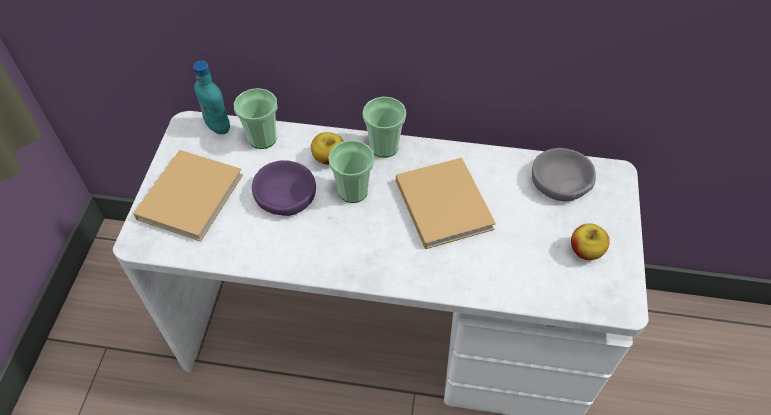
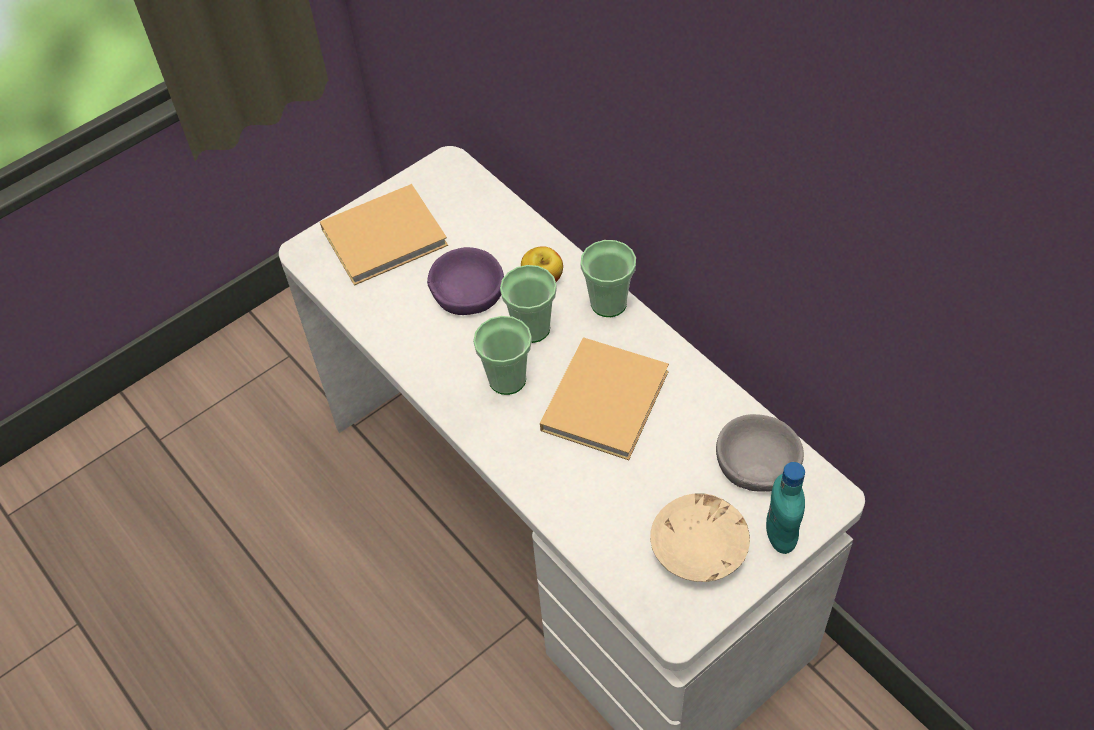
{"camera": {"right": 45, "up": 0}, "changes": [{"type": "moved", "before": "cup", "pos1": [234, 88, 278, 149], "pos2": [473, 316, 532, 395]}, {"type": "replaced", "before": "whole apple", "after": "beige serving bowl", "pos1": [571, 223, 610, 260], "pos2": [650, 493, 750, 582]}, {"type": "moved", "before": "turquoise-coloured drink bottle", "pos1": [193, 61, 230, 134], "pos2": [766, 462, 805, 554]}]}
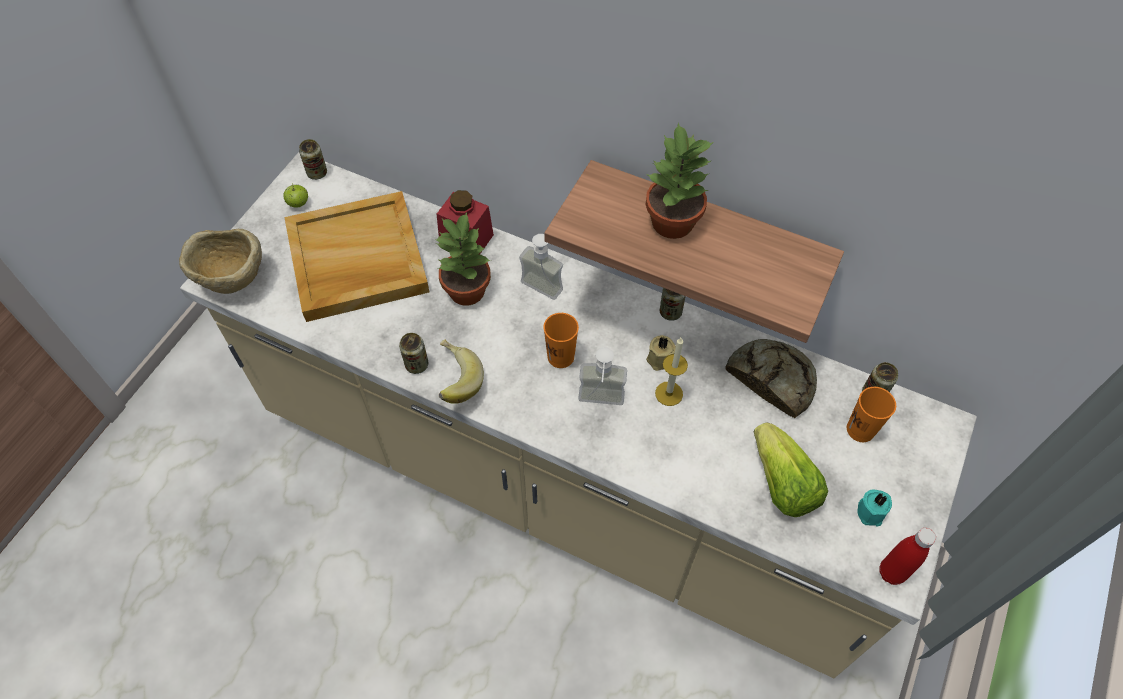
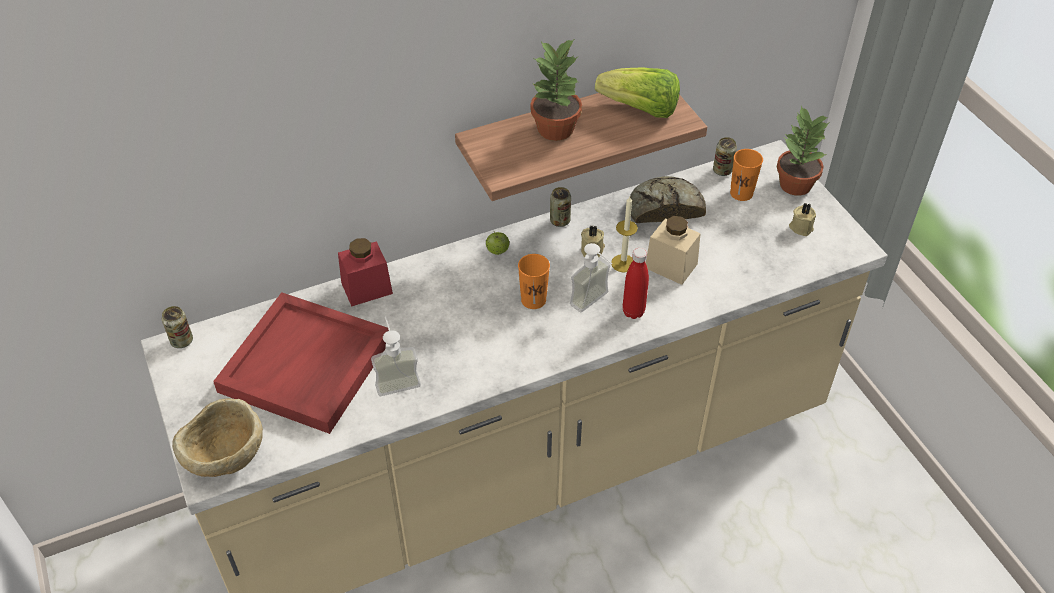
{"camera": {"right": -50, "up": -10}, "changes": [{"type": "recoloured", "before": "beige tray", "after": "red-coloured tray", "pos1": [284, 191, 429, 322], "pos2": [213, 292, 389, 434]}, {"type": "moved", "before": "soap bottle", "pos1": [519, 234, 563, 300], "pos2": [371, 316, 421, 396]}, {"type": "moved", "before": "whole apple", "pos1": [283, 184, 308, 208], "pos2": [486, 232, 509, 255]}, {"type": "moved", "before": "lettuce", "pos1": [754, 422, 828, 517], "pos2": [595, 67, 680, 118]}, {"type": "moved", "before": "red-coloured drink bottle", "pos1": [879, 528, 936, 585], "pos2": [623, 248, 649, 319]}, {"type": "added", "after": "beige preserve jar", "pos2": [646, 216, 701, 285]}, {"type": "moved", "before": "plant in a pot", "pos1": [434, 212, 491, 306], "pos2": [777, 106, 830, 196]}, {"type": "recoloured", "before": "turquoise-coloured wax light", "after": "beige wax light", "pos1": [857, 490, 892, 526], "pos2": [789, 203, 816, 236]}, {"type": "removed", "before": "metal can", "pos1": [399, 333, 428, 374]}, {"type": "removed", "before": "whole banana", "pos1": [439, 339, 484, 404]}]}
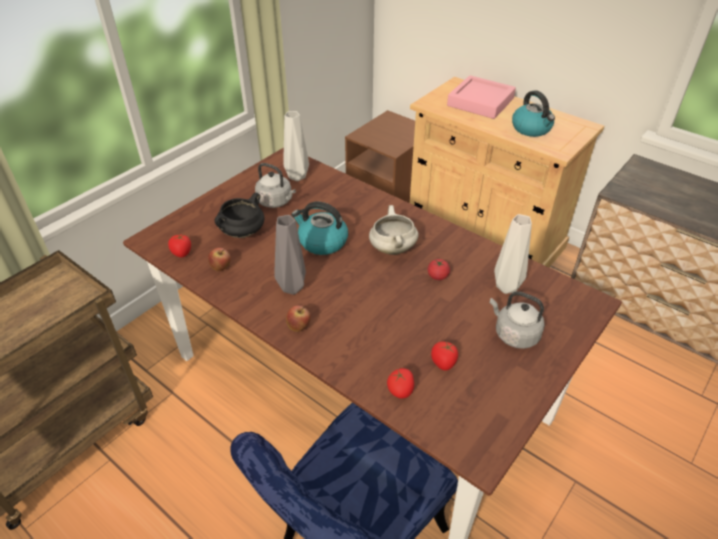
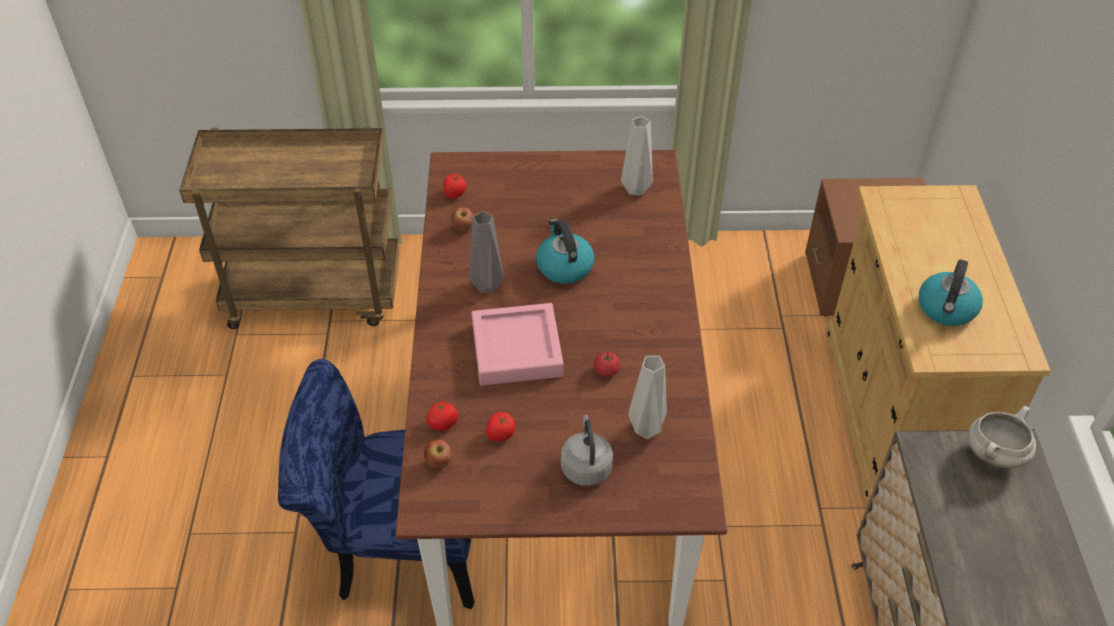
{"camera": {"right": 50, "up": 5}, "changes": [{"type": "moved", "before": "whole apple", "pos1": [286, 305, 311, 332], "pos2": [424, 440, 452, 468]}, {"type": "moved", "before": "pinkish tray", "pos1": [447, 75, 516, 119], "pos2": [472, 303, 564, 386]}, {"type": "moved", "before": "whitish cooking pot", "pos1": [369, 205, 418, 255], "pos2": [967, 406, 1036, 468]}, {"type": "removed", "before": "blackish cooking pot", "pos1": [215, 193, 265, 238]}, {"type": "removed", "before": "greyish tea kettle", "pos1": [255, 163, 296, 208]}]}
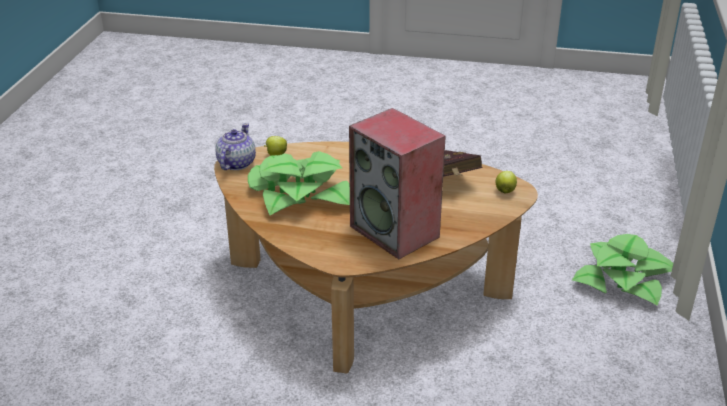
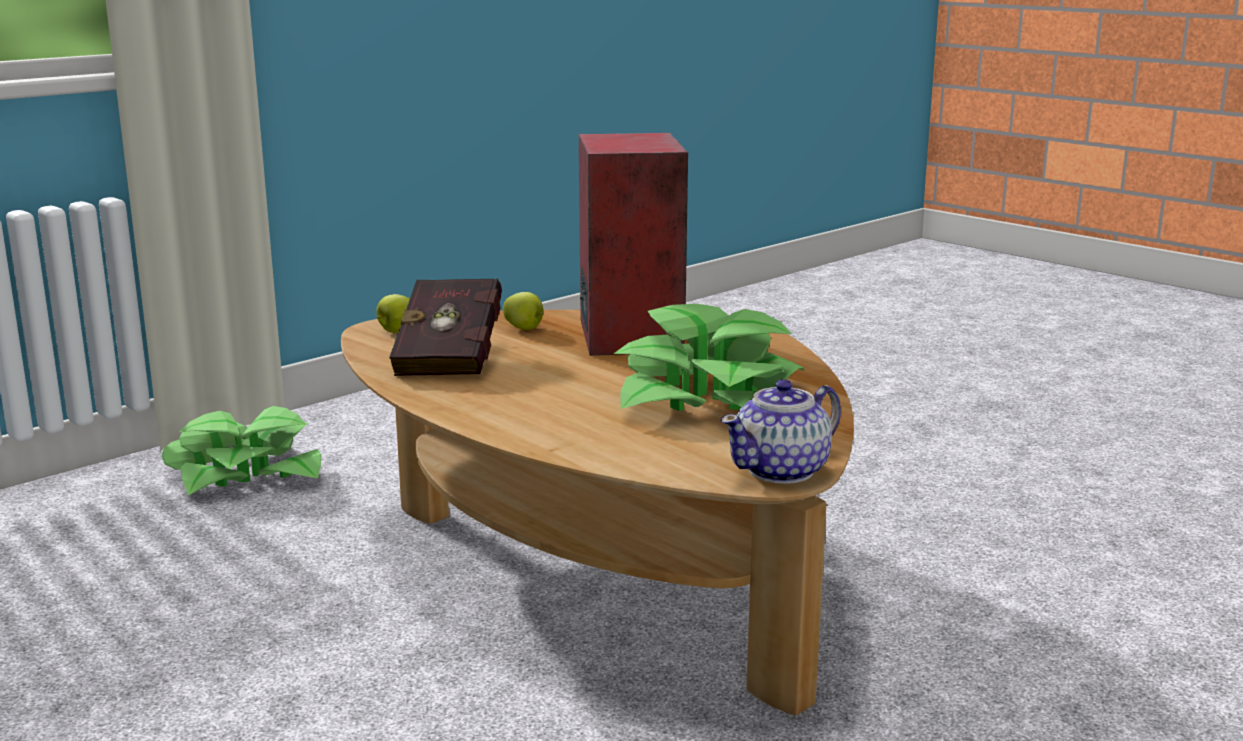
{"camera": {"right": -145, "up": -15}, "changes": [{"type": "moved", "before": "whole apple", "pos1": [264, 136, 287, 156], "pos2": [503, 292, 543, 330]}]}
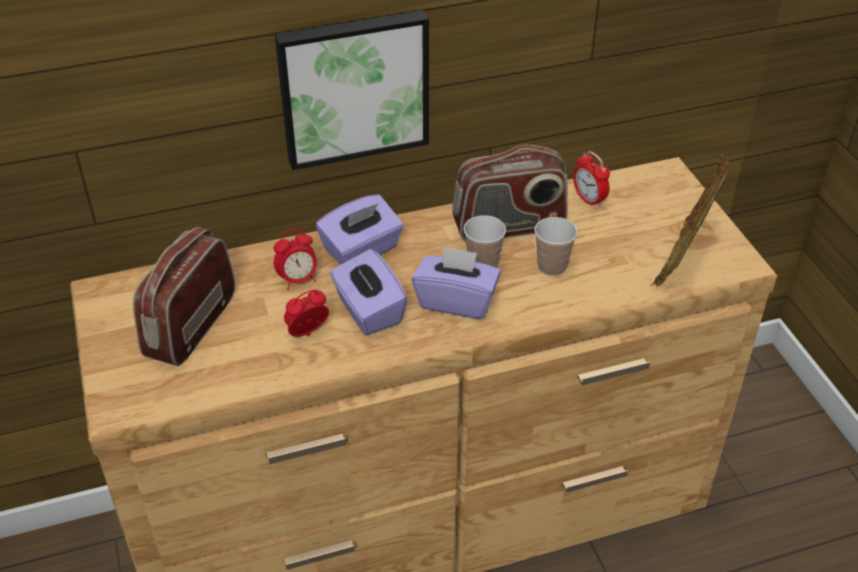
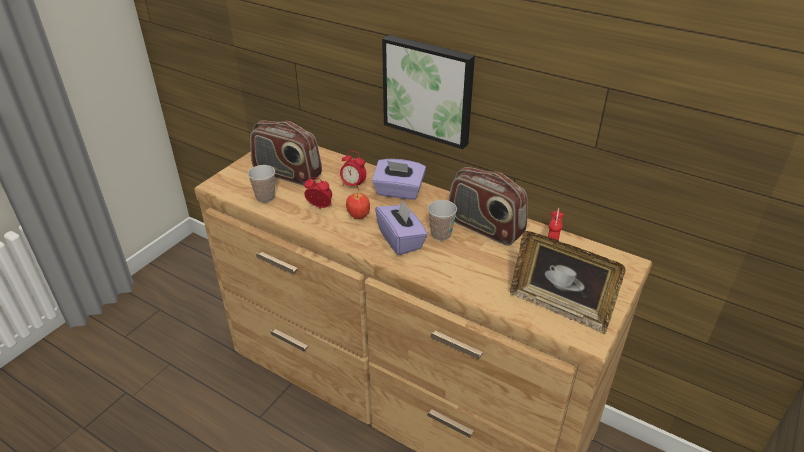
{"camera": {"right": 50, "up": -5}, "changes": [{"type": "moved", "before": "cup", "pos1": [535, 217, 577, 276], "pos2": [248, 165, 275, 203]}, {"type": "turned", "before": "radio", "pos1": [133, 227, 235, 366], "pos2": [250, 120, 322, 186], "turn": -135}, {"type": "replaced", "before": "purple tissue box", "after": "whole apple", "pos1": [330, 249, 408, 335], "pos2": [346, 193, 370, 219]}, {"type": "turned", "before": "standing frame", "pos1": [650, 150, 729, 286], "pos2": [510, 231, 625, 334], "turn": -135}]}
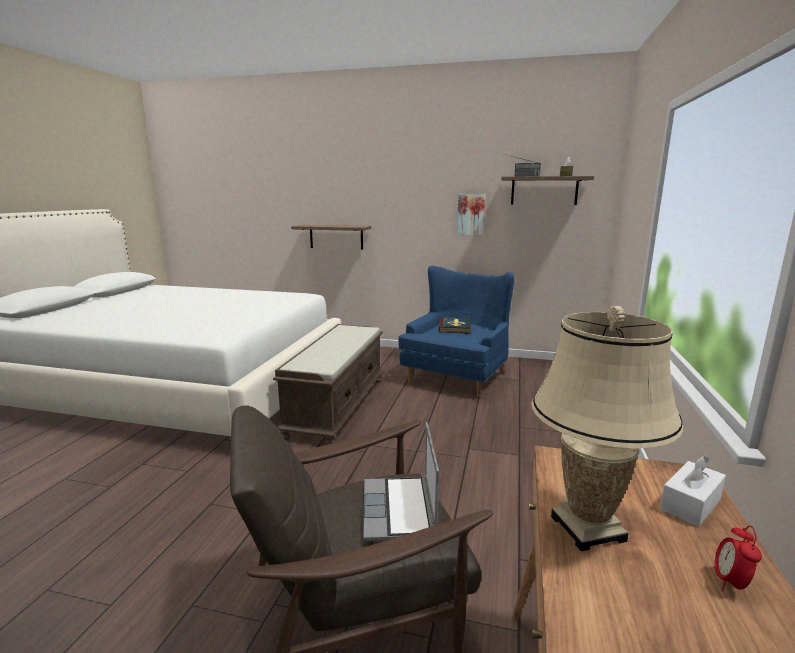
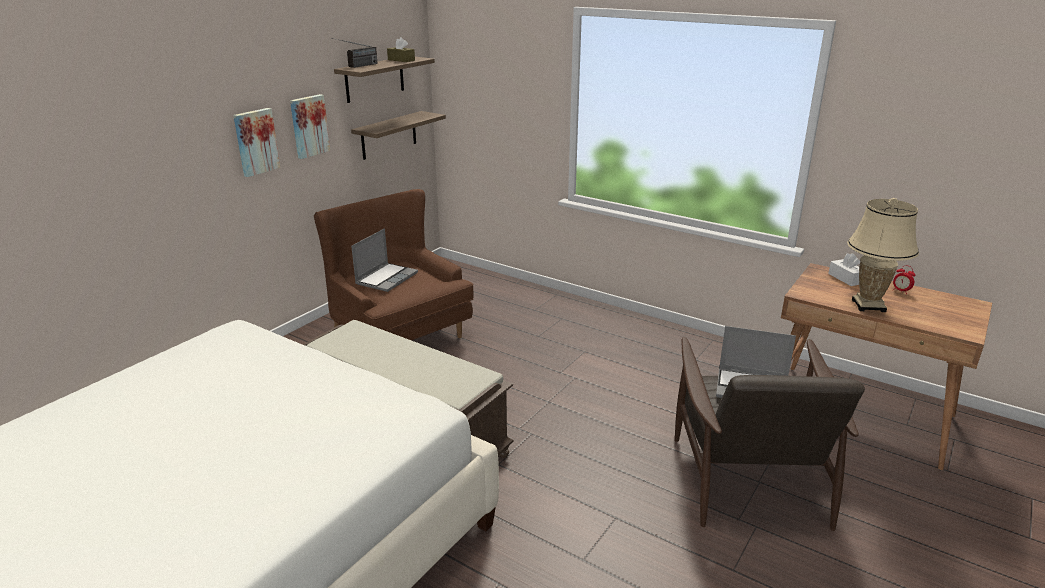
{"camera": {"right": -70, "up": 10}, "changes": [{"type": "added", "after": "wall art", "pos2": [233, 108, 280, 177]}, {"type": "recoloured", "before": "blue-coloured easy chair", "after": "brown-coloured easy chair", "pos1": [399, 266, 514, 397], "pos2": [314, 189, 473, 340]}, {"type": "moved", "before": "wall shelf", "pos1": [291, 225, 371, 250], "pos2": [351, 111, 446, 160]}, {"type": "replaced", "before": "book", "after": "portable computer", "pos1": [439, 317, 471, 334], "pos2": [351, 228, 418, 292]}]}
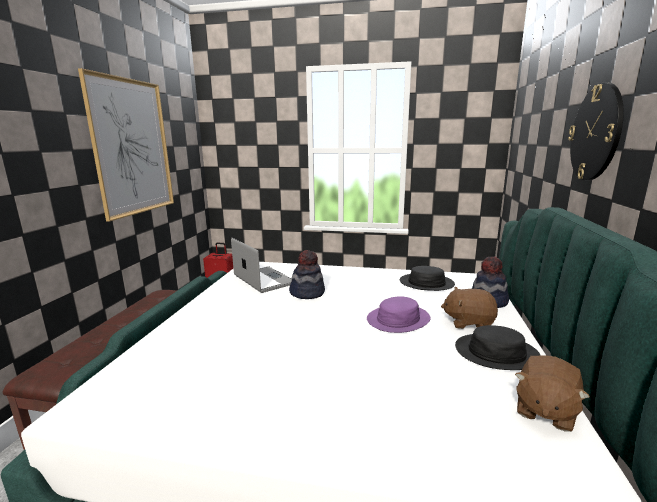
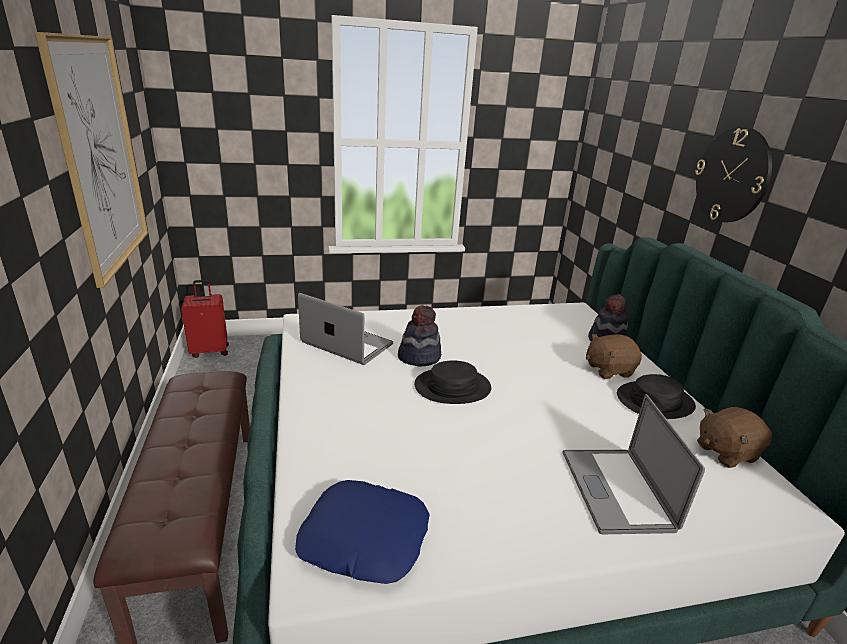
{"camera": {"right": -25, "up": 10}, "changes": [{"type": "added", "after": "blue-coloured throw pillow", "pos2": [295, 480, 430, 584]}, {"type": "moved", "before": "blackish hat", "pos1": [400, 266, 455, 291], "pos2": [414, 361, 491, 404]}, {"type": "added", "after": "portable computer", "pos2": [562, 394, 705, 534]}, {"type": "turned", "before": "brown-coloured plush toy", "pos1": [515, 355, 590, 432], "pos2": [697, 407, 772, 468], "turn": 60}, {"type": "removed", "before": "purple hat", "pos1": [367, 296, 431, 333]}]}
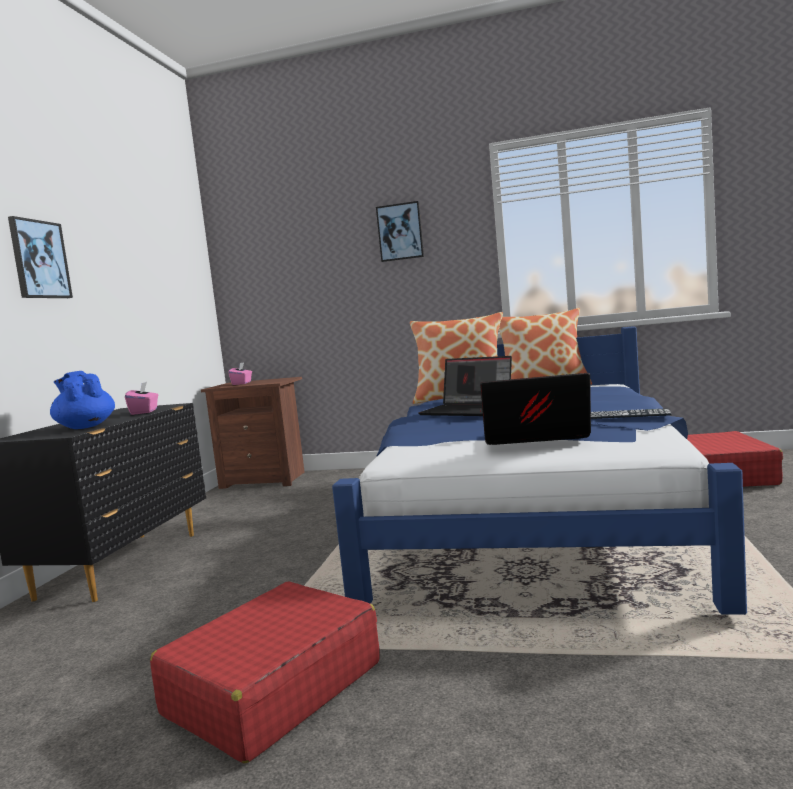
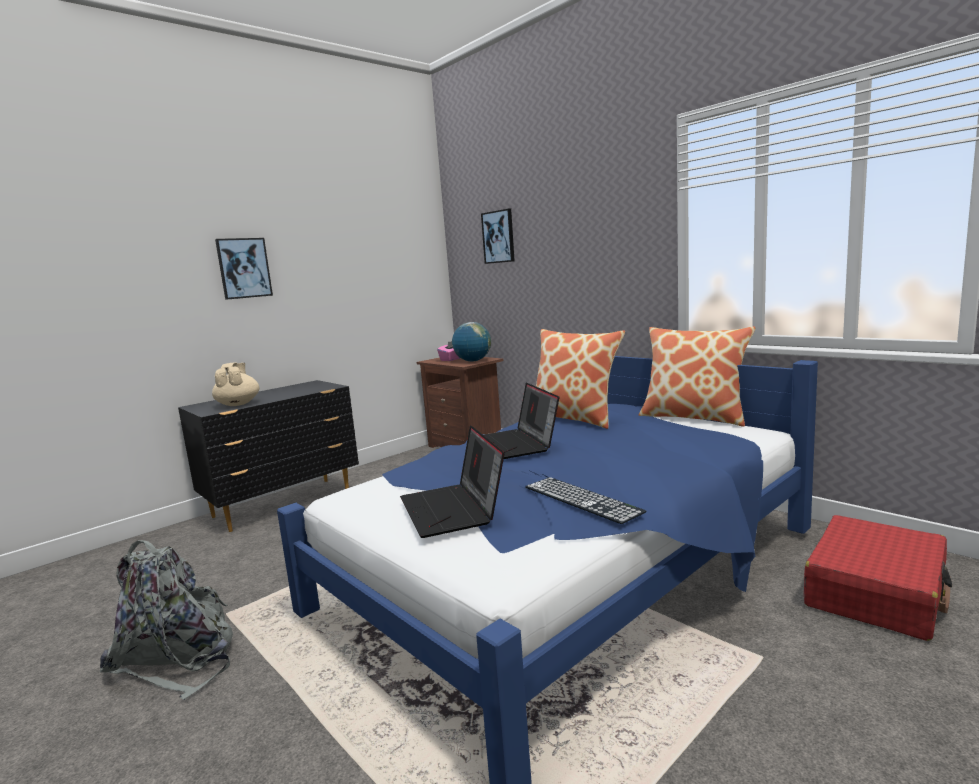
{"camera": {"right": 35, "up": 5}, "changes": [{"type": "replaced", "before": "red-coloured suitcase", "after": "greyish backpack", "pos1": [150, 582, 379, 763], "pos2": [100, 540, 233, 700]}, {"type": "recoloured", "before": "blue-coloured tea pot", "after": "beige tea pot", "pos1": [50, 371, 115, 429], "pos2": [212, 362, 259, 406]}, {"type": "turned", "before": "portable computer", "pos1": [480, 373, 591, 445], "pos2": [400, 425, 505, 538], "turn": -150}, {"type": "added", "after": "desk globe", "pos2": [452, 322, 491, 362]}, {"type": "moved", "before": "wall art", "pos1": [376, 201, 424, 262], "pos2": [481, 209, 515, 264]}, {"type": "removed", "before": "pinkish tissue box", "pos1": [125, 382, 158, 415]}]}
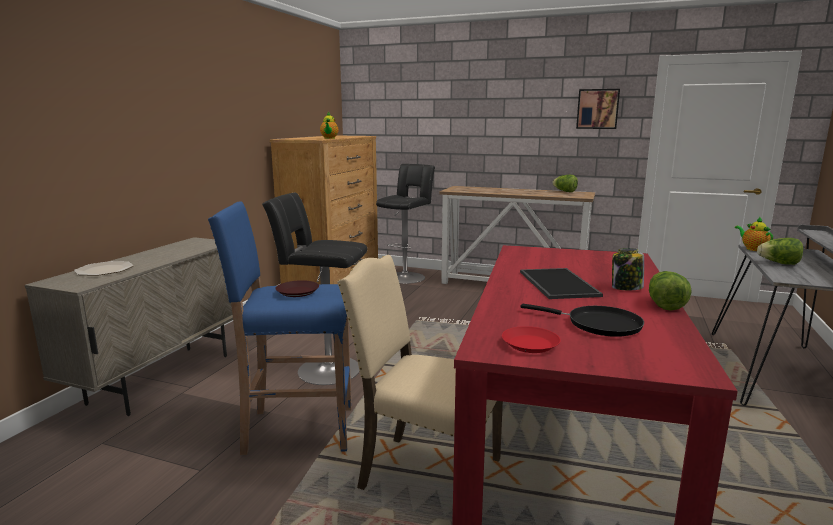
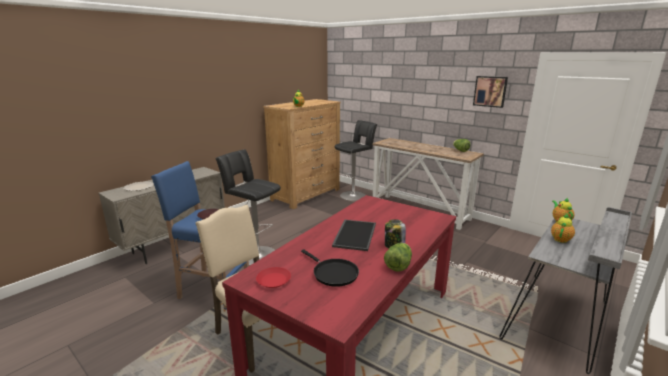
{"camera": {"right": 20, "up": 5}, "changes": [{"type": "replaced", "before": "lettuce", "after": "tea pot", "pos1": [757, 238, 803, 265], "pos2": [551, 213, 575, 243]}]}
